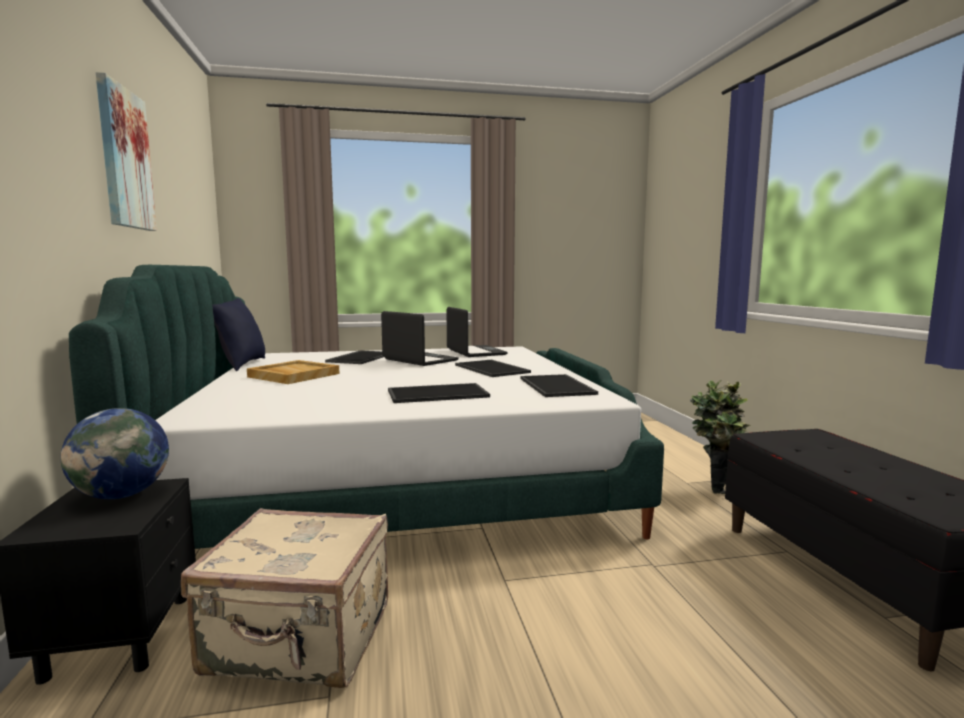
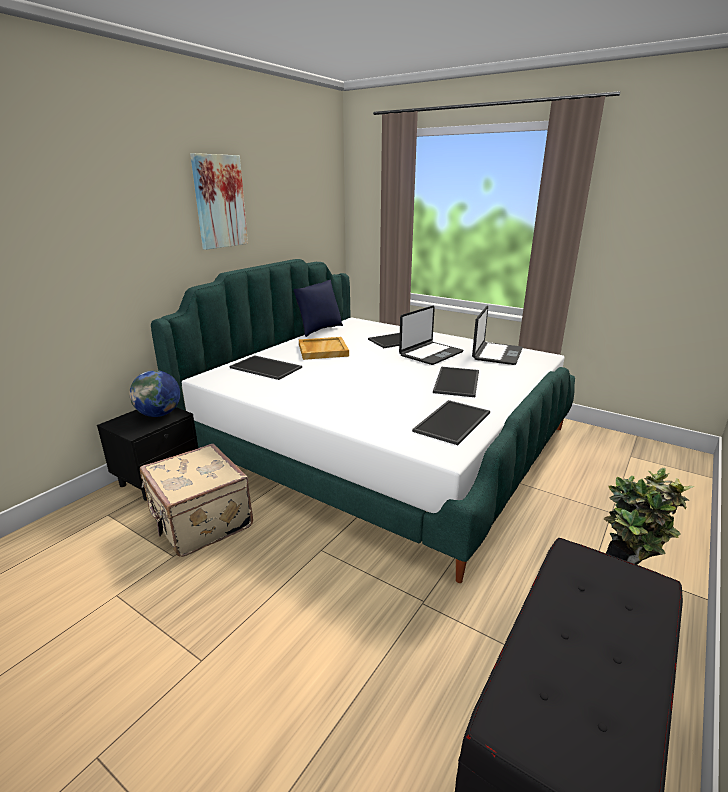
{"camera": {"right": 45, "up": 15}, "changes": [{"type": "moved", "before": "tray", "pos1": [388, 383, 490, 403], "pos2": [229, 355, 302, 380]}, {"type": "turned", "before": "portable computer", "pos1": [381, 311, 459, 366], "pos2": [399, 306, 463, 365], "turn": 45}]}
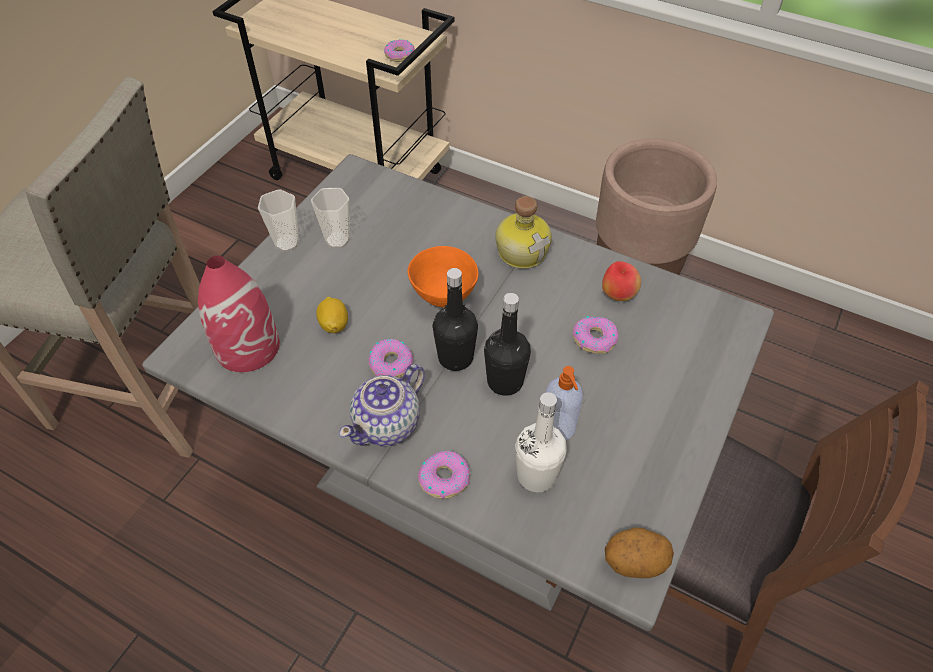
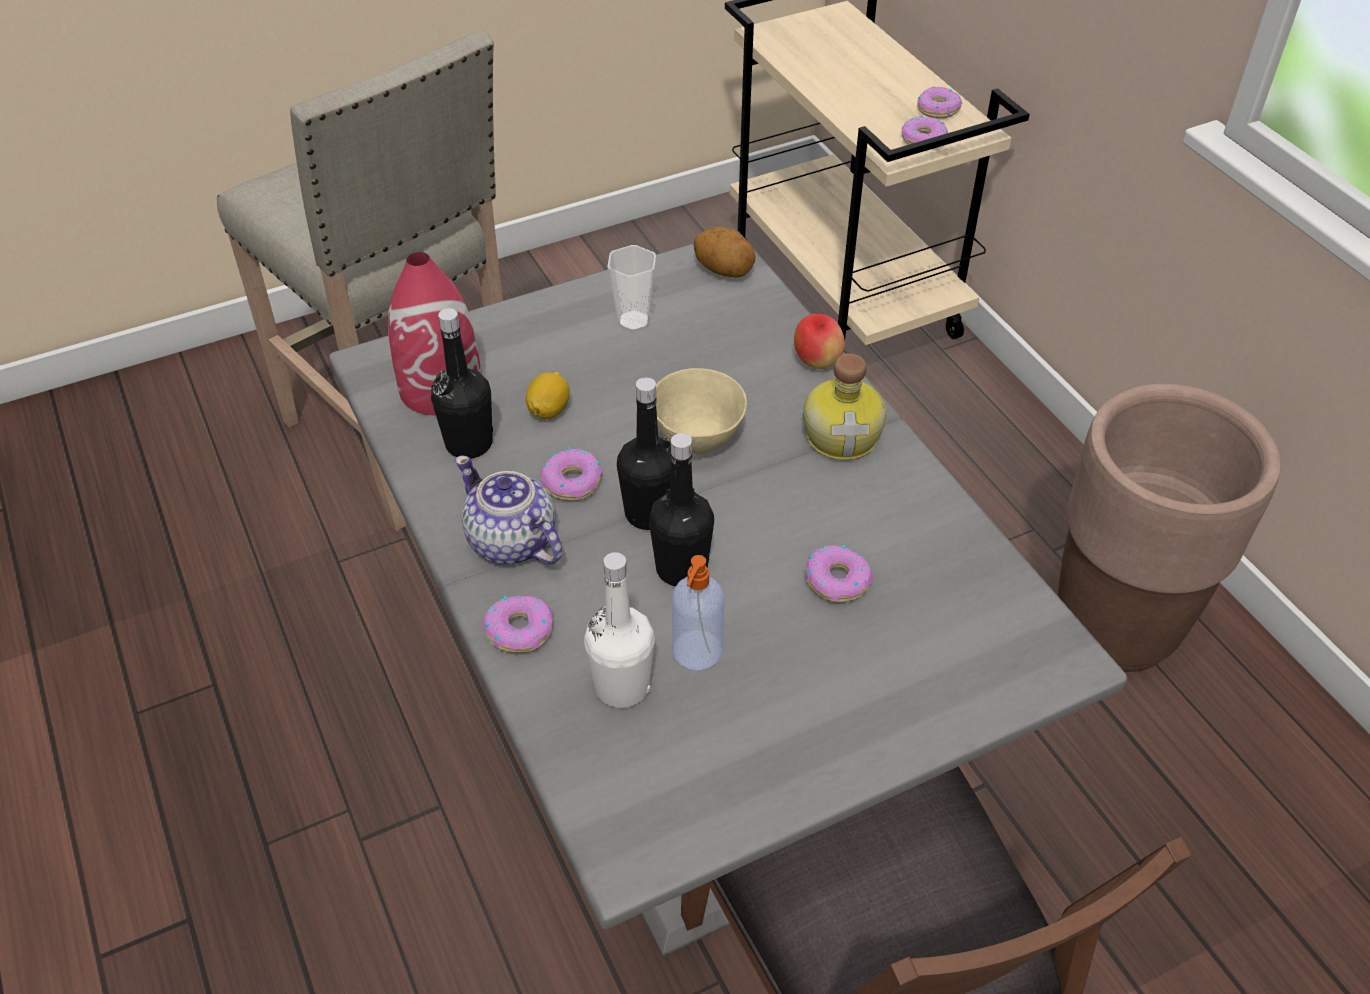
{"camera": {"right": 35, "up": -5}, "changes": [{"type": "added", "after": "blackish drink bottle", "pos2": [431, 308, 493, 459]}, {"type": "turned", "before": "tea pot", "pos1": [339, 364, 425, 446], "pos2": [455, 456, 562, 564], "turn": 60}, {"type": "recoloured", "before": "orangey serving bowl", "after": "beige serving bowl", "pos1": [408, 246, 478, 307], "pos2": [656, 368, 747, 455]}, {"type": "moved", "before": "spud", "pos1": [605, 528, 674, 578], "pos2": [694, 227, 755, 277]}, {"type": "moved", "before": "whole apple", "pos1": [602, 261, 641, 301], "pos2": [794, 314, 845, 369]}, {"type": "added", "after": "doughnut", "pos2": [917, 87, 962, 119]}, {"type": "removed", "before": "cup", "pos1": [258, 190, 299, 252]}]}
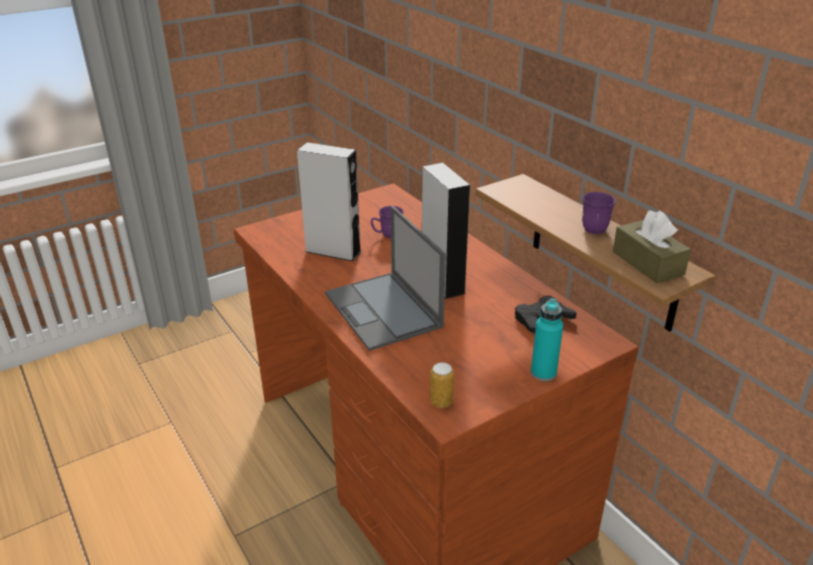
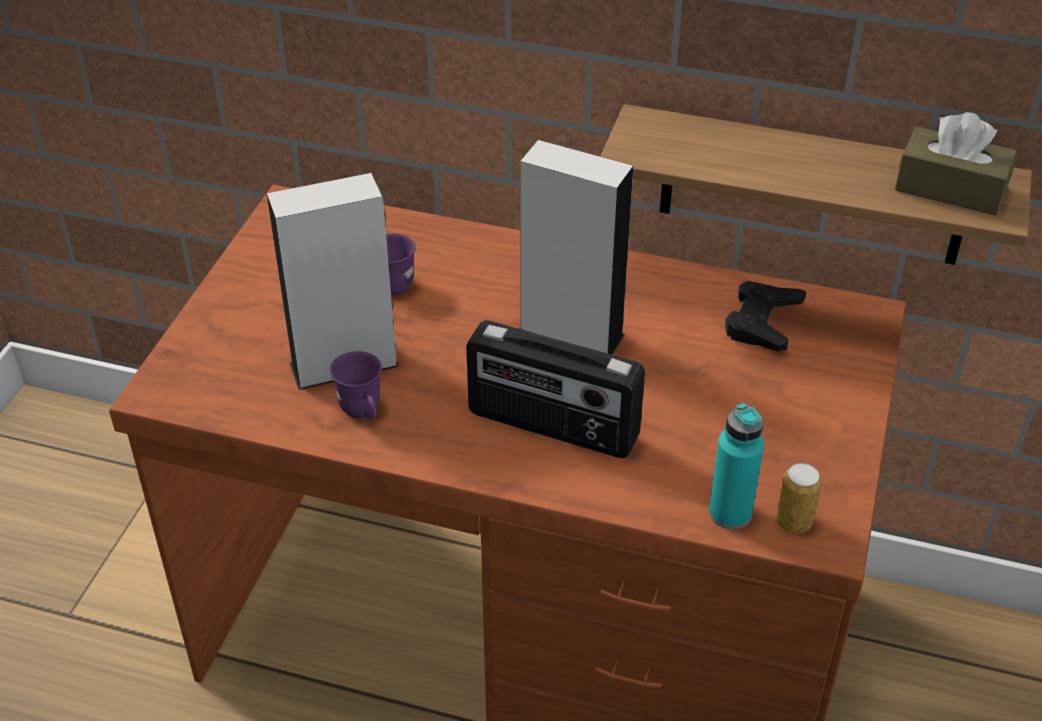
{"camera": {"right": -40, "up": 10}, "changes": [{"type": "moved", "before": "purple mug", "pos1": [582, 192, 616, 234], "pos2": [330, 351, 382, 420]}, {"type": "replaced", "before": "portable computer", "after": "radio", "pos1": [325, 206, 446, 351], "pos2": [466, 320, 645, 458]}, {"type": "moved", "before": "turquoise-coloured drink bottle", "pos1": [531, 299, 563, 381], "pos2": [709, 403, 764, 529]}]}
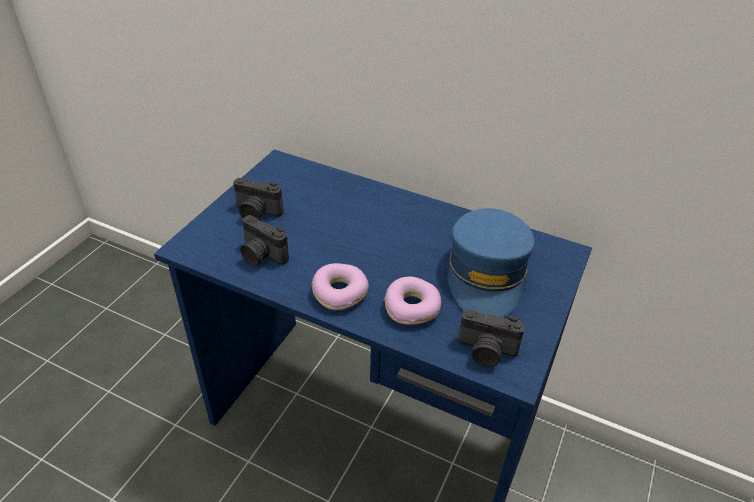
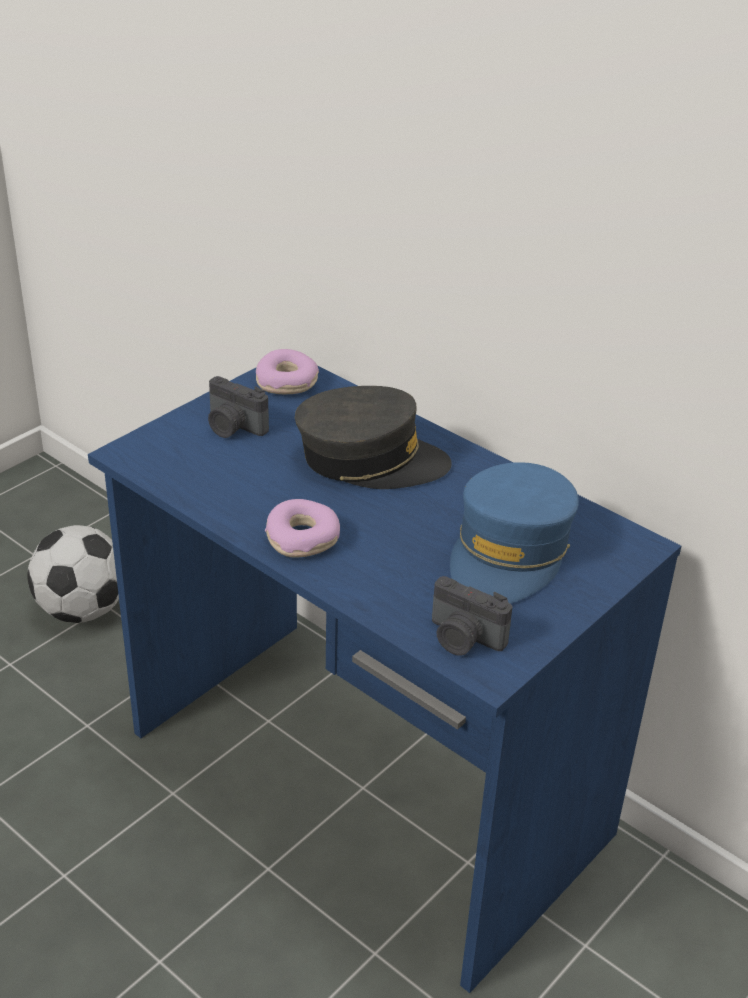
{"camera": {"right": 15, "up": -5}, "changes": [{"type": "added", "after": "football", "pos2": [27, 525, 119, 623]}, {"type": "moved", "before": "doughnut", "pos1": [384, 277, 441, 325], "pos2": [256, 349, 319, 394]}, {"type": "added", "after": "greyish baseball cap", "pos2": [295, 386, 452, 489]}, {"type": "removed", "before": "still camera", "pos1": [240, 215, 289, 266]}]}
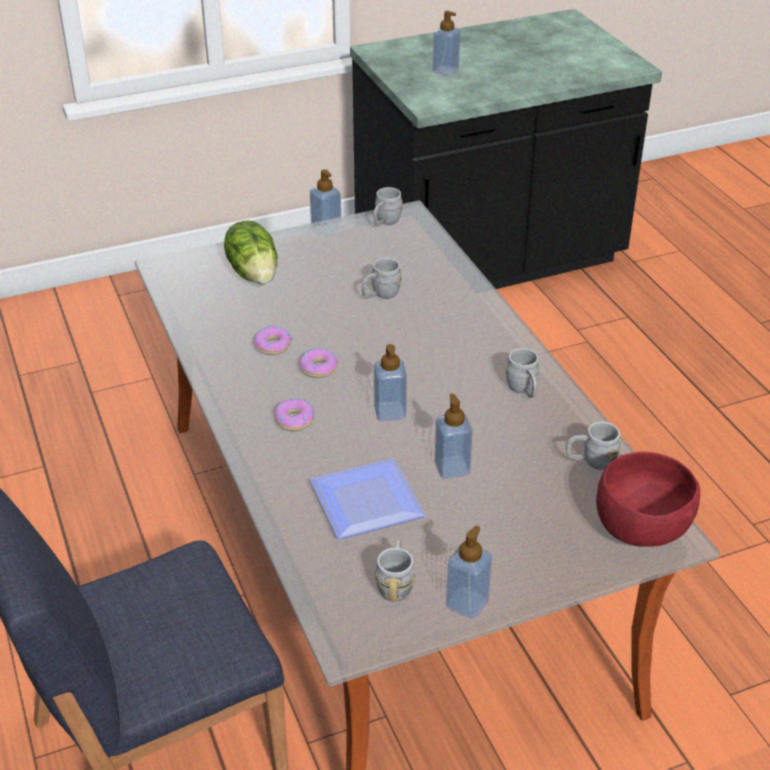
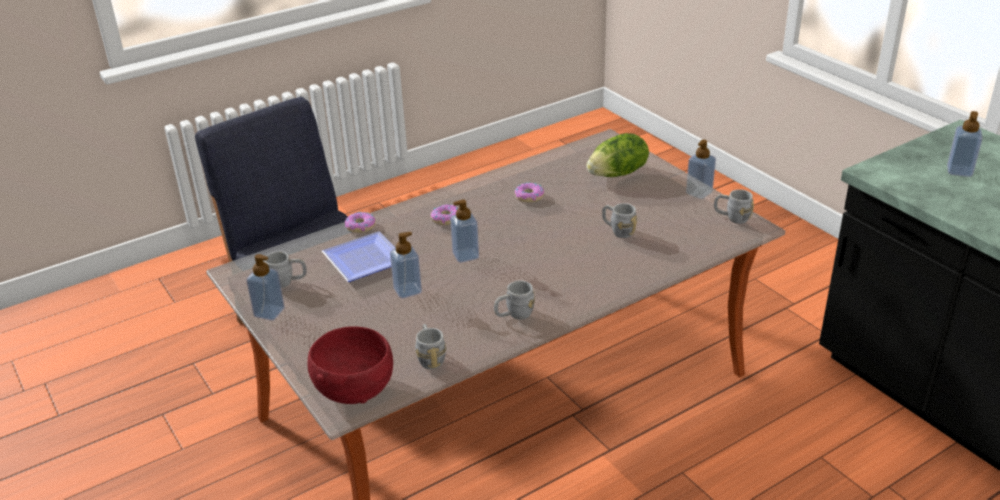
{"camera": {"right": 80, "up": -5}, "changes": [{"type": "moved", "before": "doughnut", "pos1": [300, 347, 338, 377], "pos2": [345, 212, 376, 233]}]}
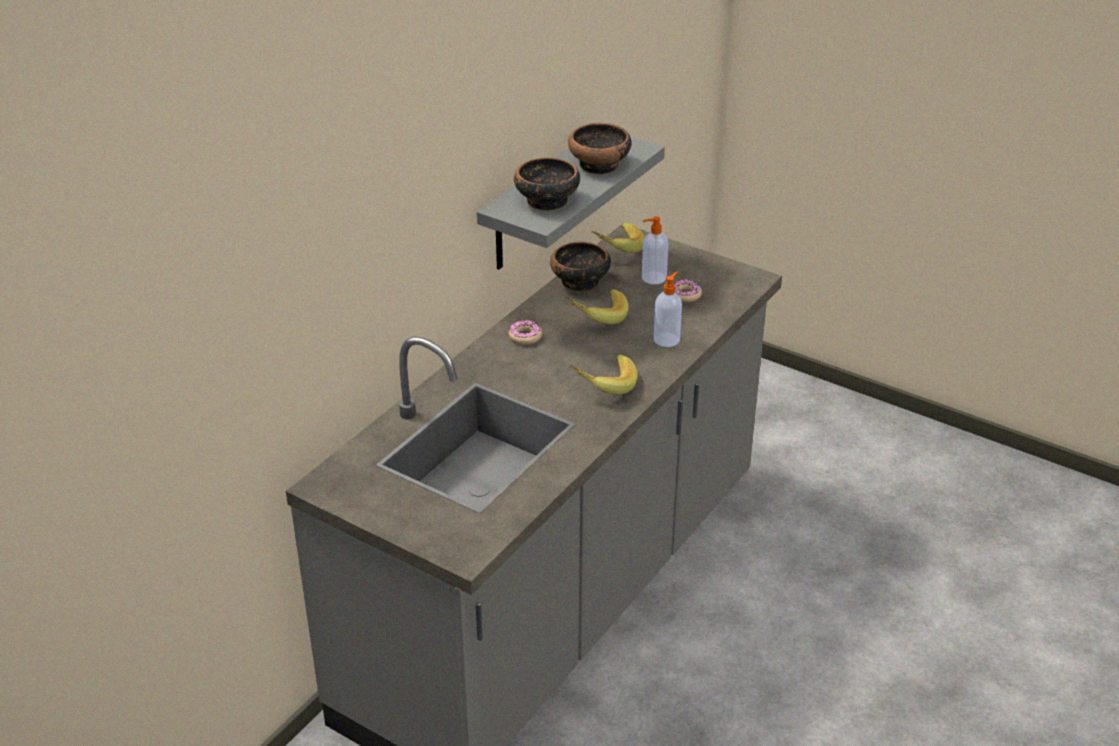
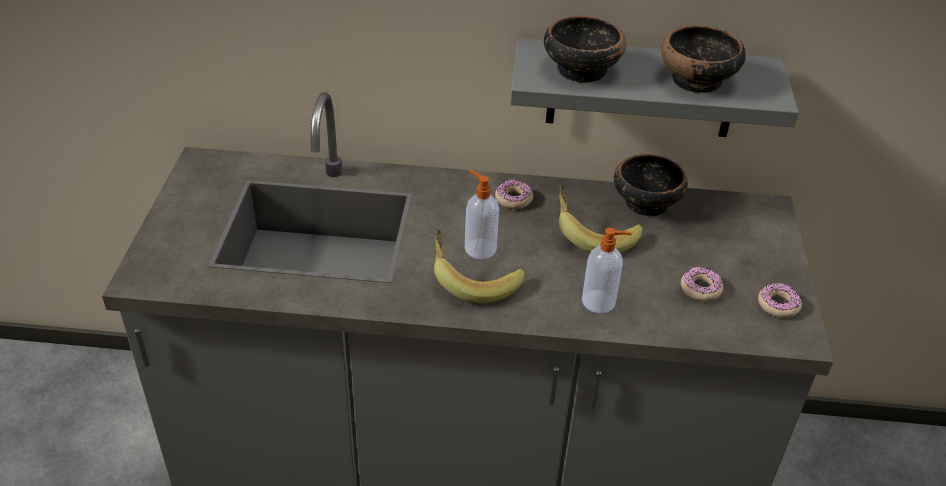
{"camera": {"right": 60, "up": 5}, "changes": [{"type": "moved", "before": "soap bottle", "pos1": [642, 217, 668, 285], "pos2": [465, 170, 499, 259]}, {"type": "added", "after": "doughnut", "pos2": [758, 283, 802, 318]}, {"type": "removed", "before": "whole banana", "pos1": [591, 222, 645, 253]}]}
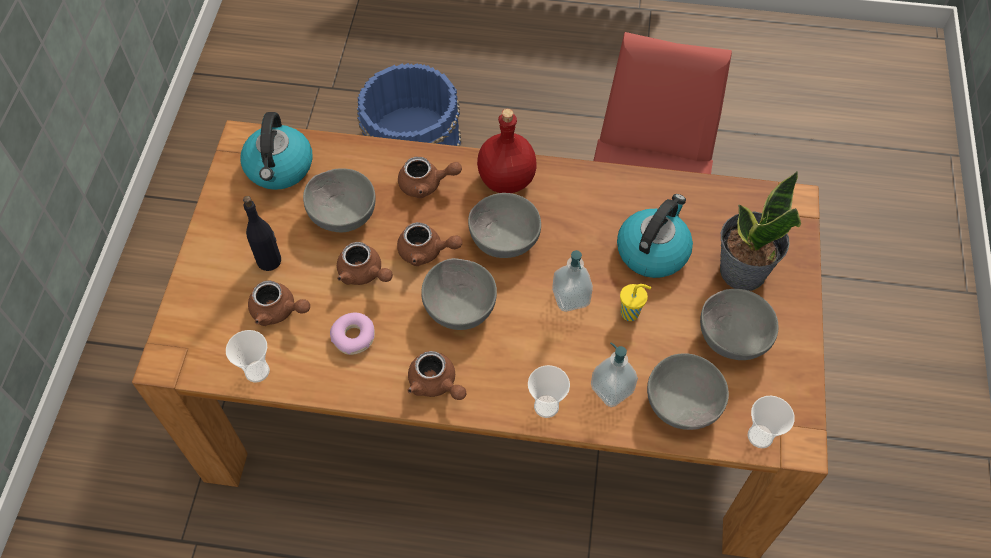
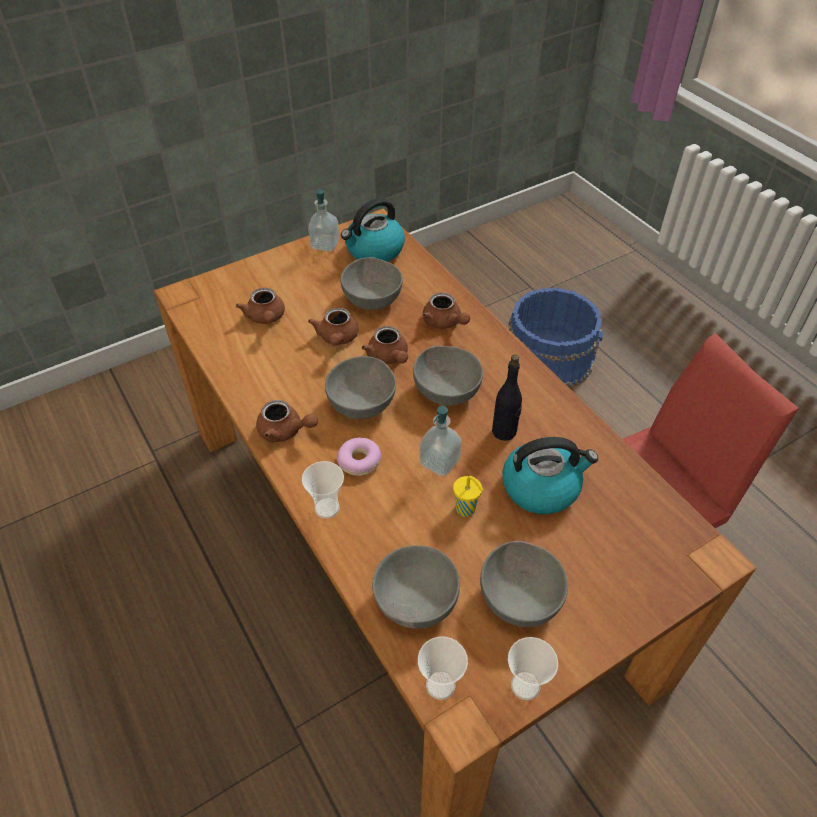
{"camera": {"right": 50, "up": -10}, "changes": [{"type": "turned", "before": "brown-coloured tea pot", "pos1": [407, 351, 466, 400], "pos2": [256, 400, 318, 443], "turn": -75}, {"type": "moved", "before": "soap bottle", "pos1": [591, 342, 638, 407], "pos2": [308, 189, 339, 252]}, {"type": "moved", "before": "doughnut", "pos1": [330, 312, 375, 355], "pos2": [337, 438, 381, 476]}, {"type": "moved", "before": "blackish drink bottle", "pos1": [243, 196, 281, 271], "pos2": [492, 354, 522, 441]}, {"type": "moved", "before": "cup", "pos1": [226, 330, 270, 383], "pos2": [508, 637, 558, 700]}, {"type": "removed", "before": "red-coloured drink bottle", "pos1": [477, 109, 537, 193]}, {"type": "removed", "before": "plant in a pot", "pos1": [720, 170, 801, 291]}]}
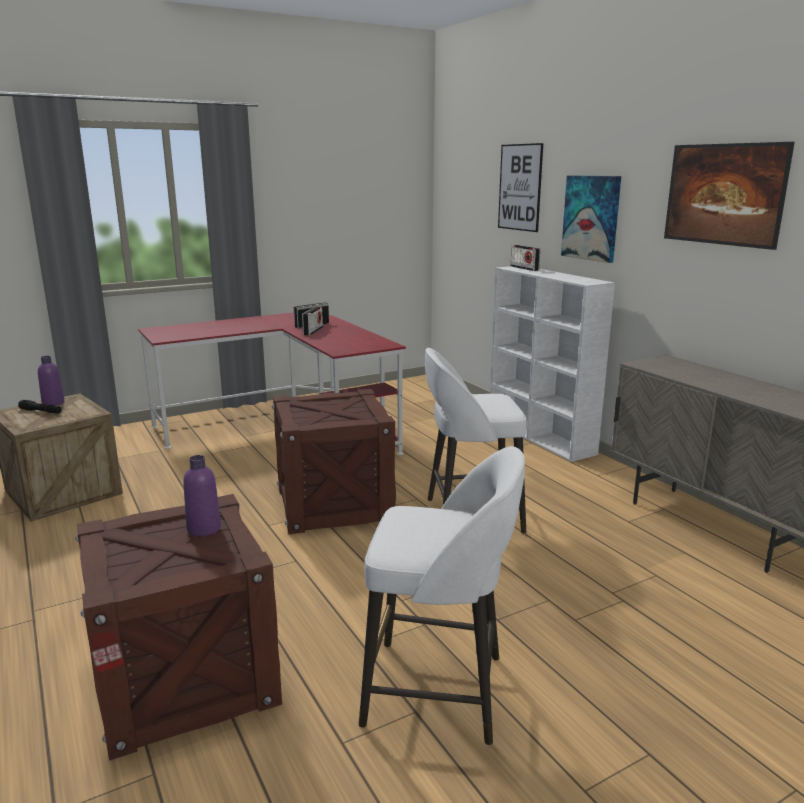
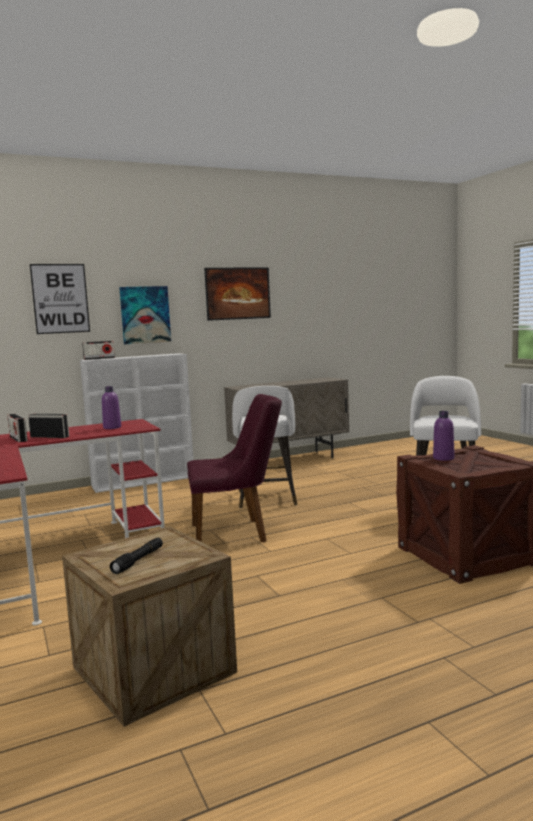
{"camera": {"right": -85, "up": -10}, "changes": [{"type": "moved", "before": "purple drink bottle", "pos1": [38, 356, 65, 406], "pos2": [102, 386, 121, 429]}, {"type": "replaced", "before": "shipping crate", "after": "purple upright chair", "pos1": [272, 389, 396, 534], "pos2": [187, 394, 282, 542]}]}
